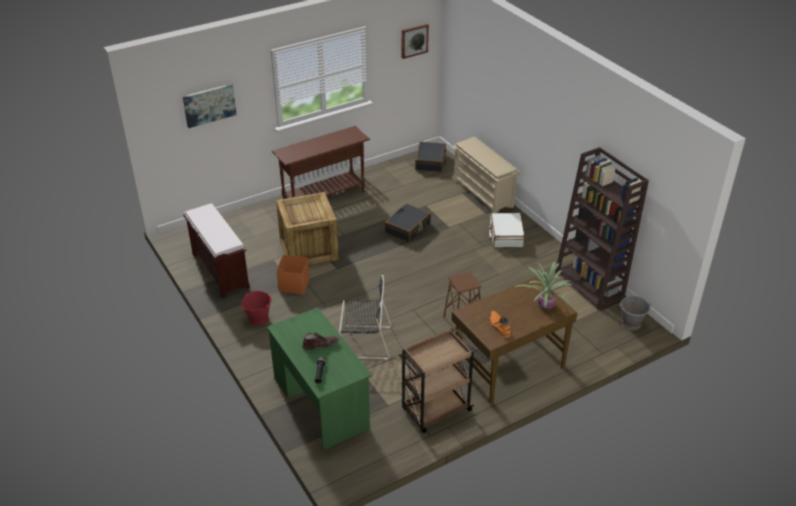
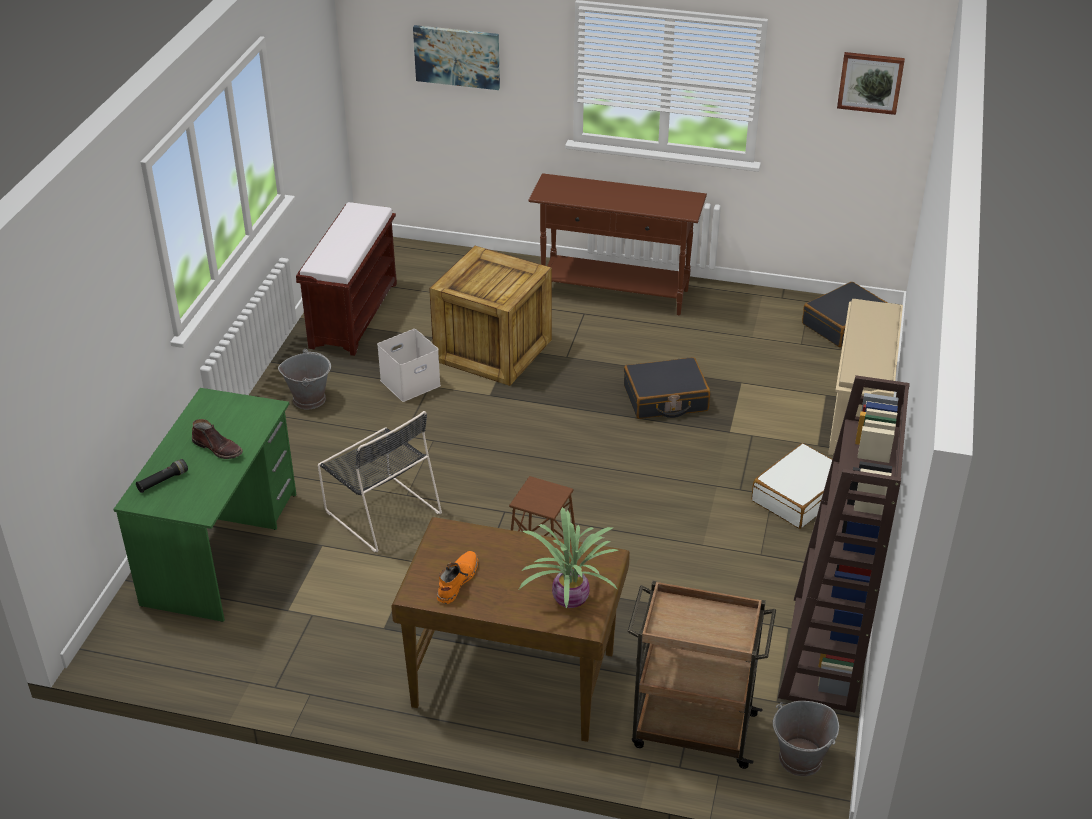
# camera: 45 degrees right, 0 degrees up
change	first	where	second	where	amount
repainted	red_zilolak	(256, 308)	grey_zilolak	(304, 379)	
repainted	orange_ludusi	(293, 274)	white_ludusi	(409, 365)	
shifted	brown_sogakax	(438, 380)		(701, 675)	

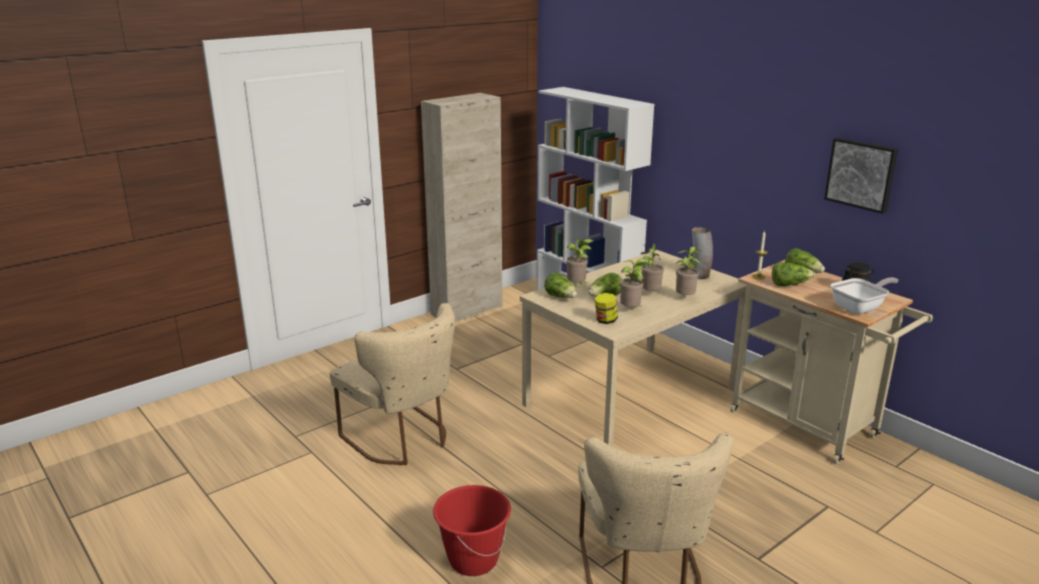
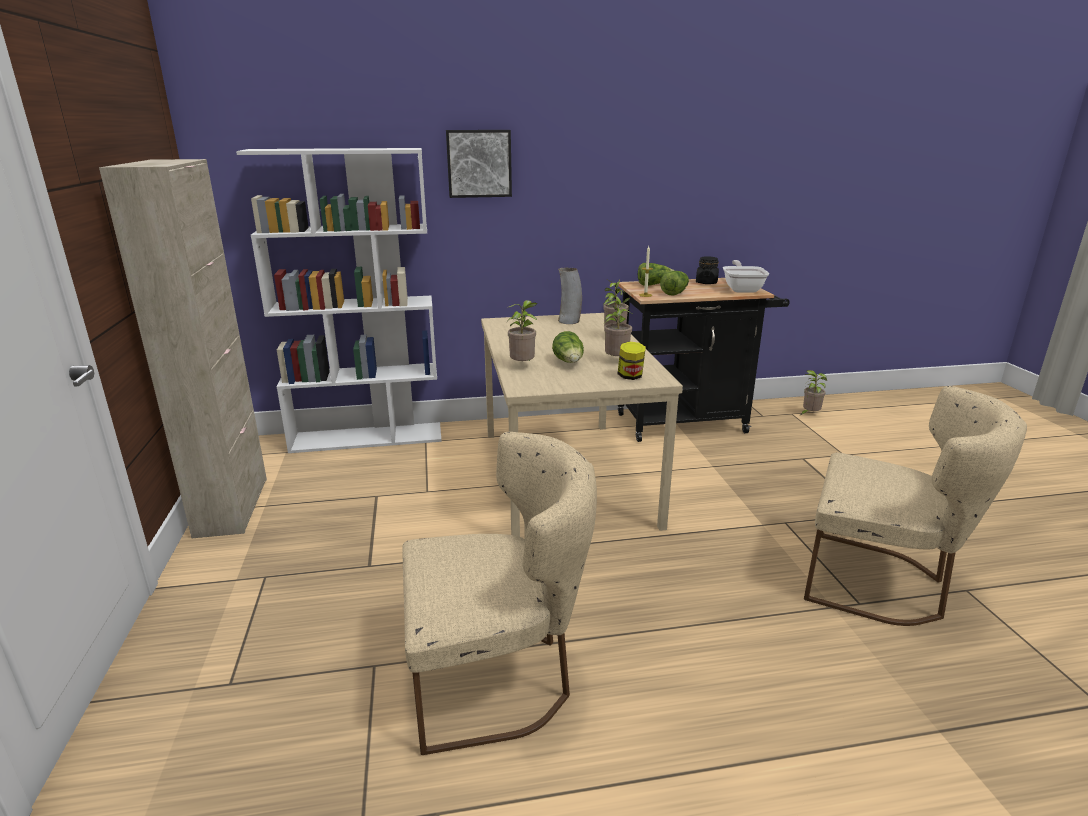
# camera: 60 degrees left, 0 degrees up
change	first	where	second	where	amount
shifted	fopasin	(861, 175)		(479, 164)	
repainted	beige_sogakax	(831, 362)	black_sogakax	(704, 360)	
shifted	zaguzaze	(652, 267)		(814, 392)	
gone	red_zilolak	(472, 530)			
gone	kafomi	(560, 285)			

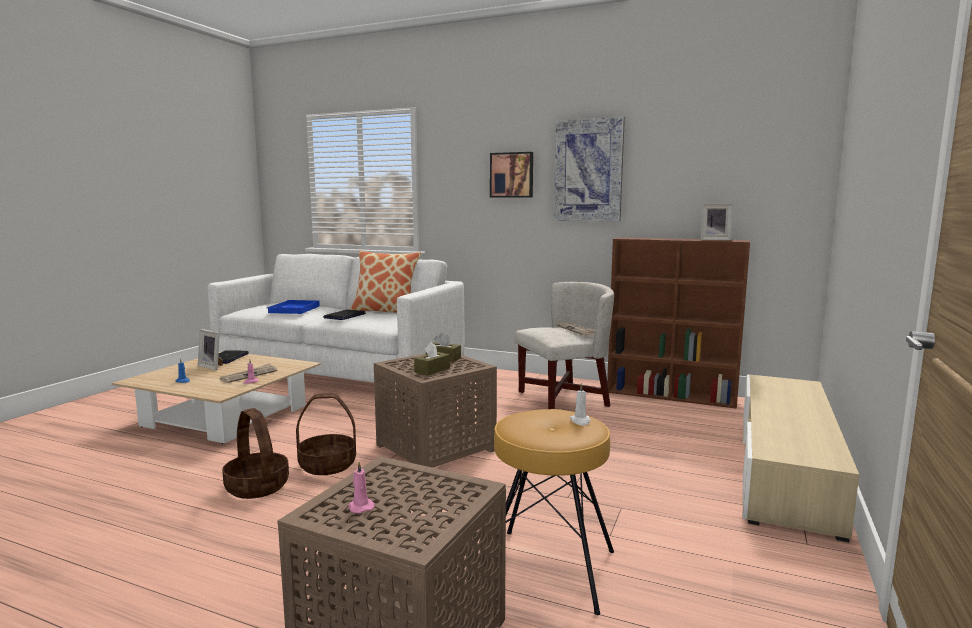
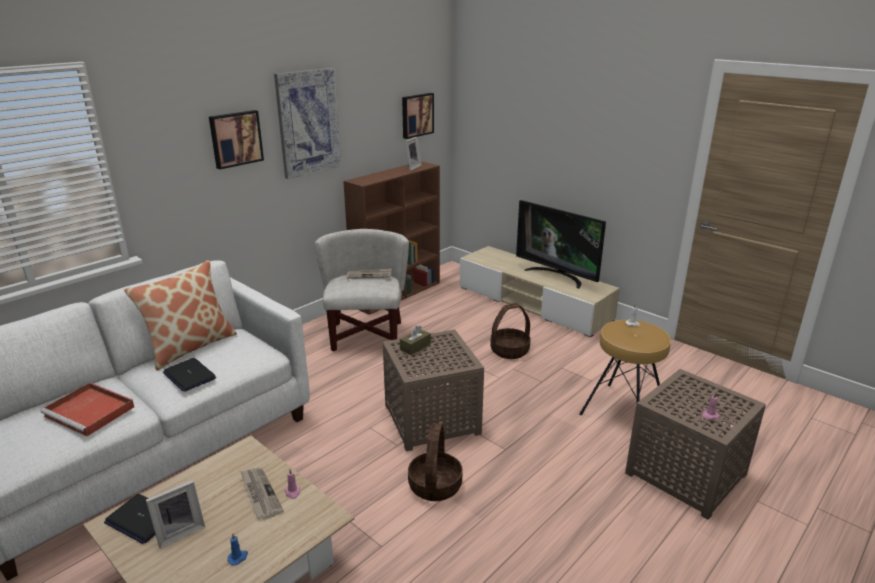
# camera: 70 degrees left, 15 degrees up
change	first	where	second	where	amount
repainted	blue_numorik	(293, 307)	red_numorik	(87, 409)	
new			fopasin	(418, 116)	
shifted	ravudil	(255, 453)		(510, 331)	
new			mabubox	(561, 244)	
gone	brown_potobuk	(432, 359)			

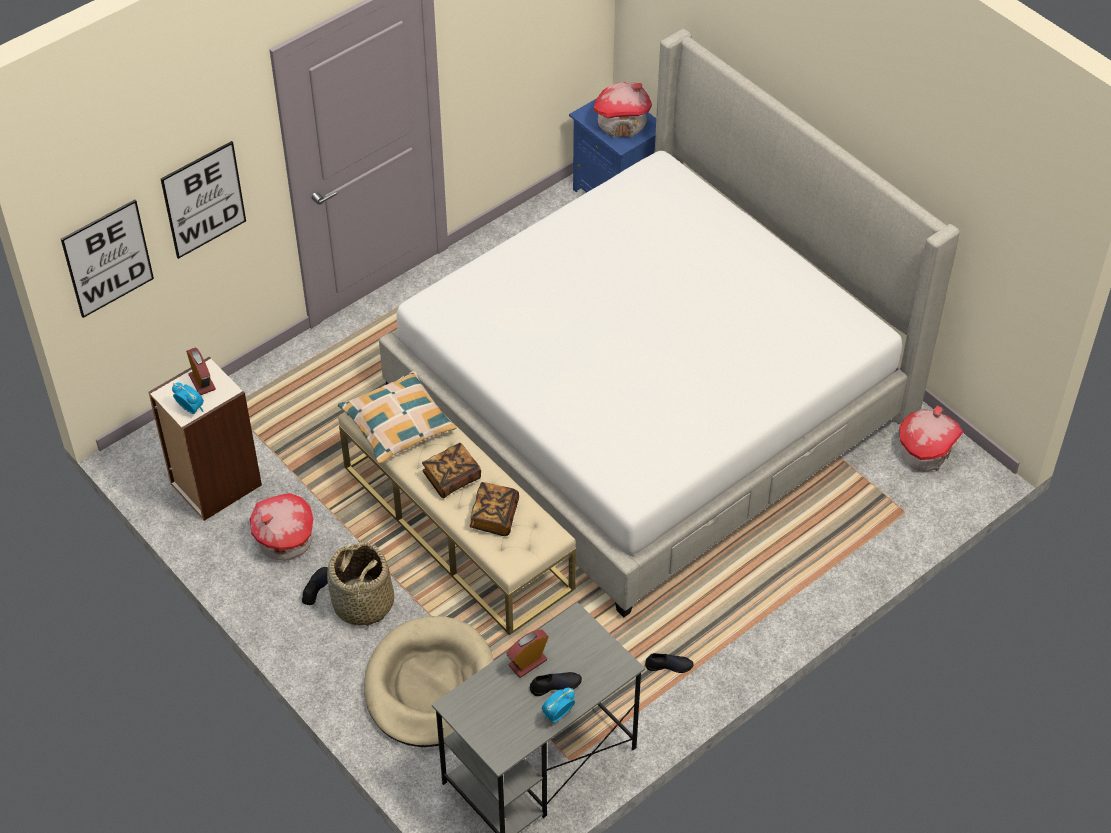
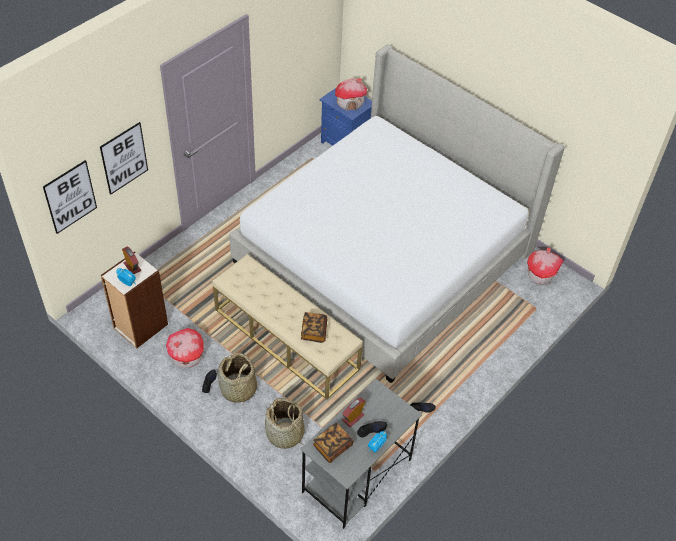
# camera: 10 degrees left, 0 degrees up
change	first	where	second	where	amount
swapped	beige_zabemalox	(429, 681)	ravudil	(285, 423)	
shifted	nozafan	(451, 470)		(333, 443)	
gone	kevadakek	(397, 417)			

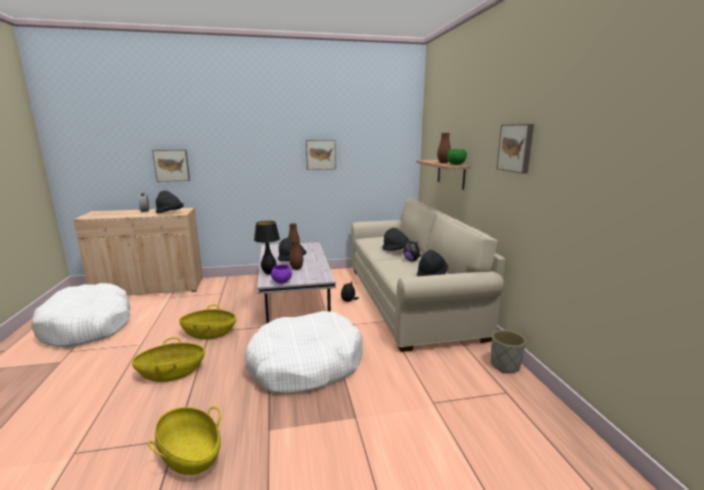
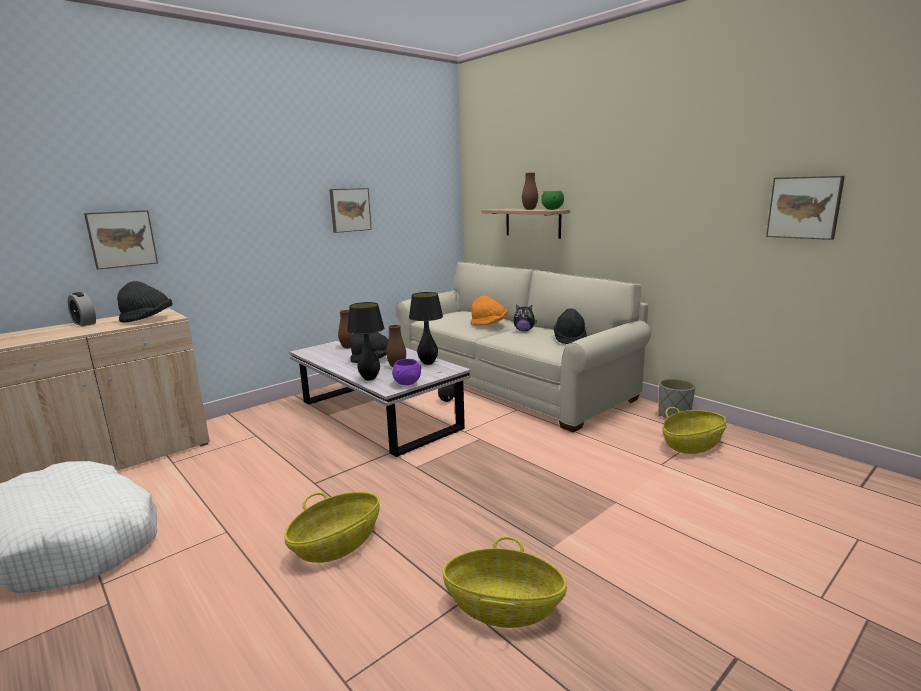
# camera: 30 degrees left, 0 degrees up
change	first	where	second	where	amount
new			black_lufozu	(426, 328)	
repainted	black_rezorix	(396, 239)	orange_rezorix	(489, 311)	
shifted	ravudil	(207, 322)		(695, 430)	
shifted	fopasin	(515, 149)		(805, 208)	
gone	white_zabemalox	(304, 352)			

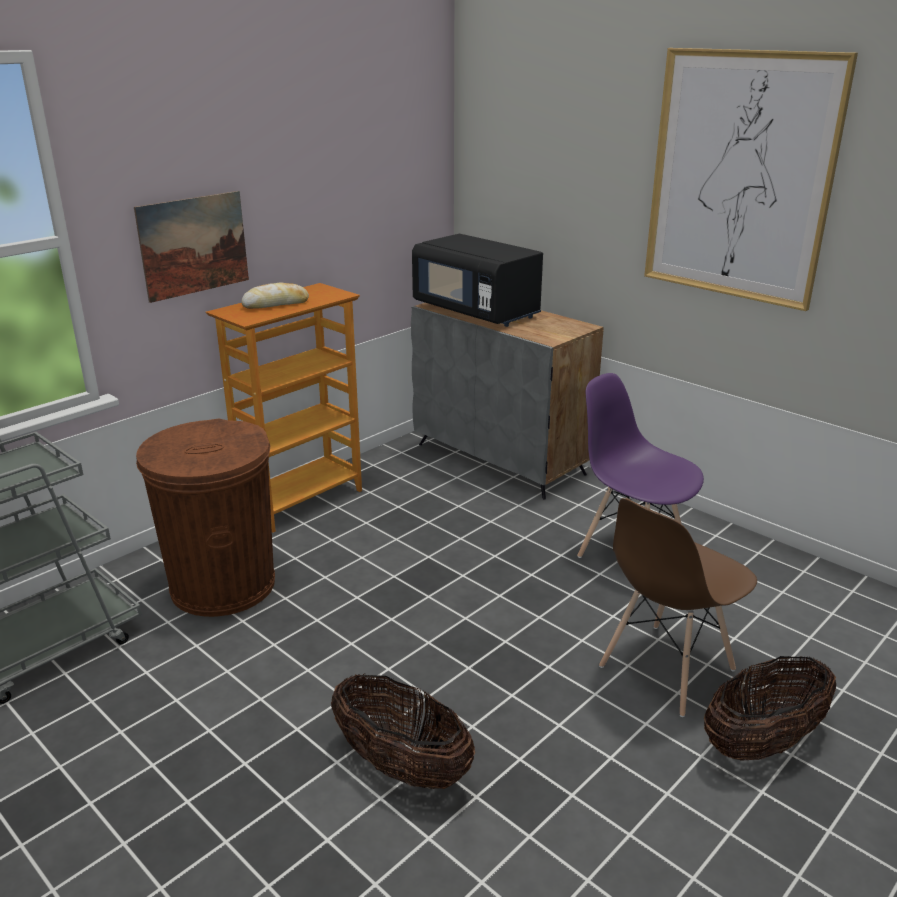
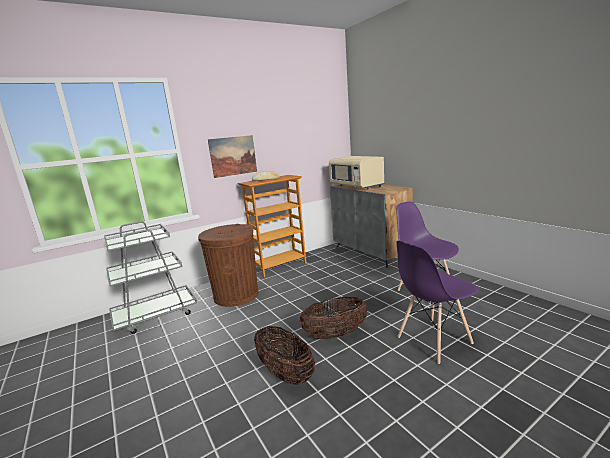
# camera: 15 degrees right, 10 degrees down
change	first	where	second	where	amount
shifted	ravudil	(770, 708)		(333, 318)	
repainted	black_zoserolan	(477, 280)	beige_zoserolan	(357, 173)	
repainted	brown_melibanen	(678, 607)	purple_melibanen	(437, 302)	
gone	fopasin	(751, 179)			

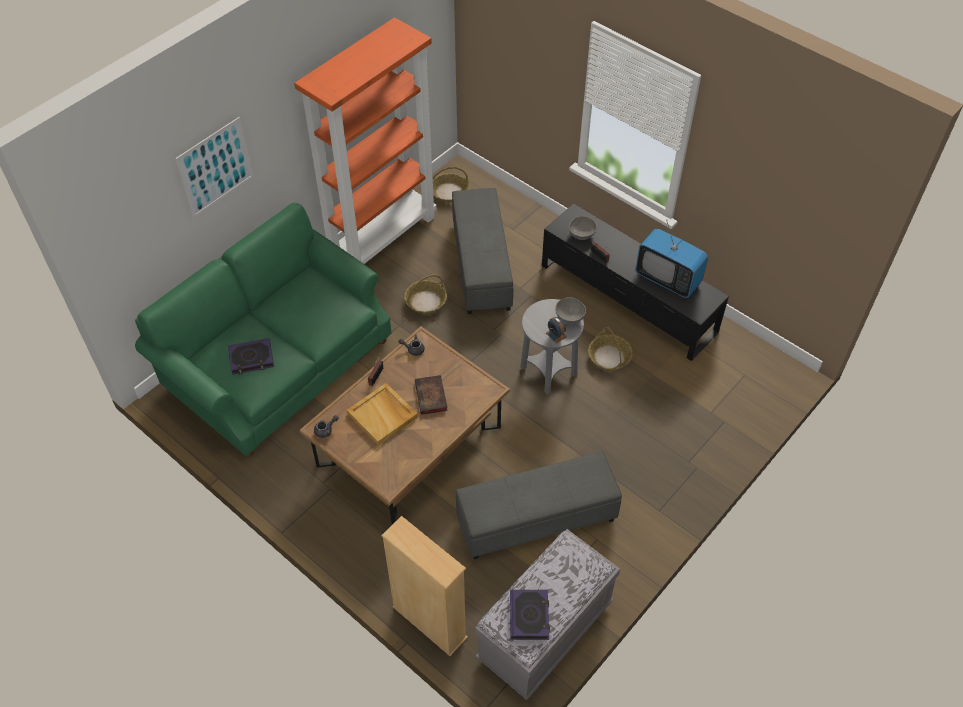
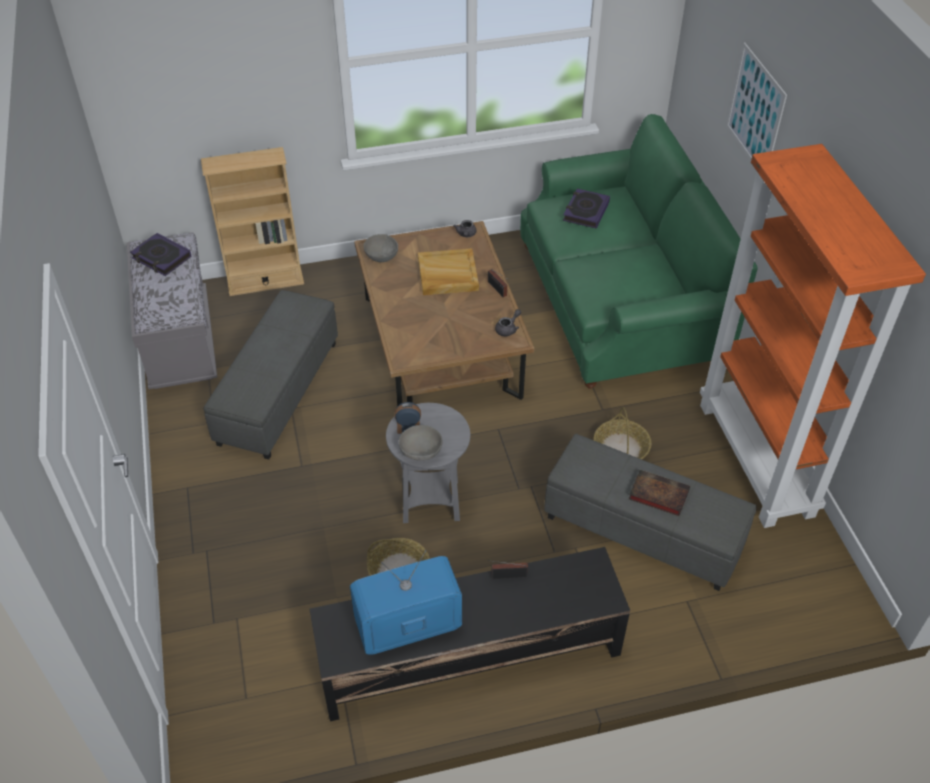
# camera: 125 degrees right, 5 degrees down
change	first	where	second	where	amount
shifted	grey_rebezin	(583, 228)		(381, 248)	
shifted	nozafan	(431, 395)		(659, 493)	
gone	ravudil	(451, 185)			

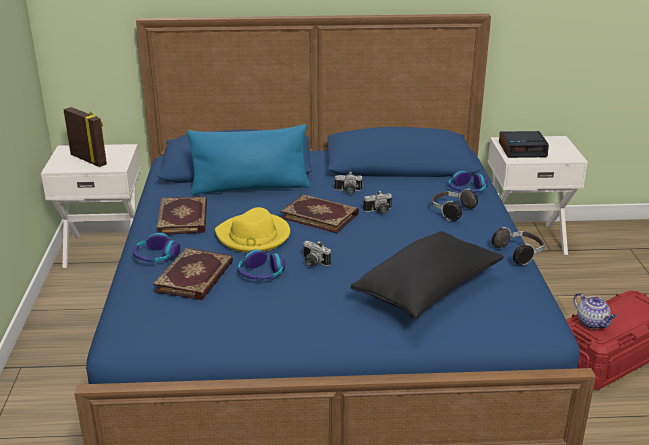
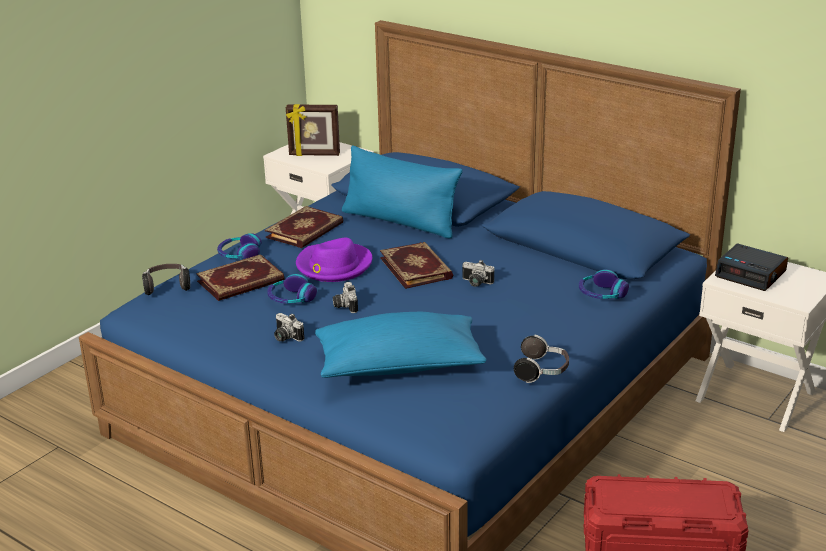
# camera: 40 degrees right, 0 degrees up
change	first	where	second	where	amount
shifted	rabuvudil	(454, 205)		(166, 279)	
shifted	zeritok	(348, 183)		(289, 327)	
rotated	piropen	(85, 137)		(313, 130)	105 degrees clockwise
repainted	yellow_rezorix	(252, 230)	purple_rezorix	(334, 260)	
repainted	black_kevadakek	(427, 275)	blue_kevadakek	(400, 345)	
gone	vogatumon	(595, 311)			

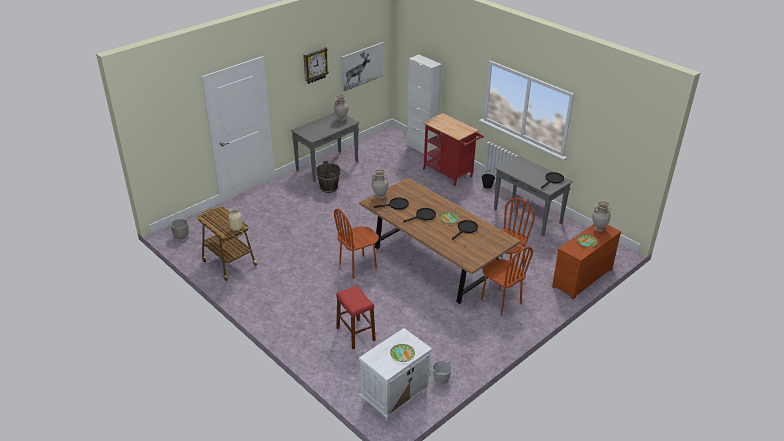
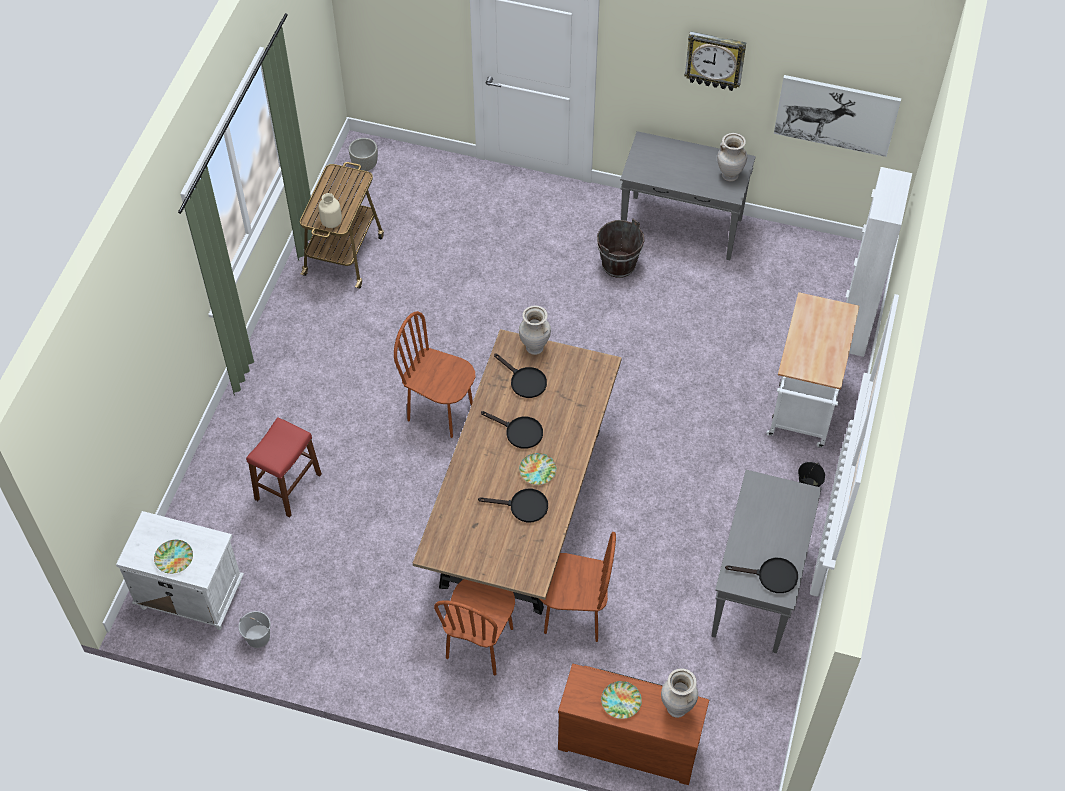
# camera: 60 degrees right, 20 degrees up
change	first	where	second	where	amount
repainted	red_sogakax	(453, 149)	white_sogakax	(812, 370)	

